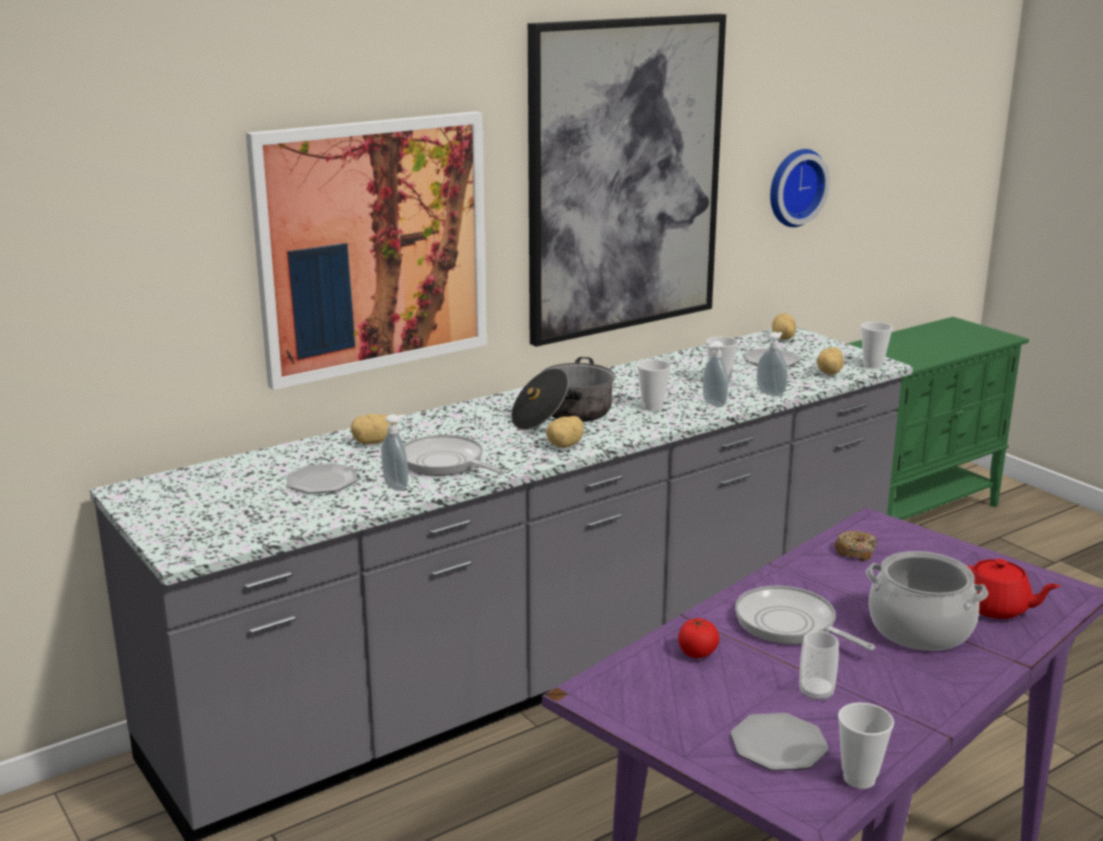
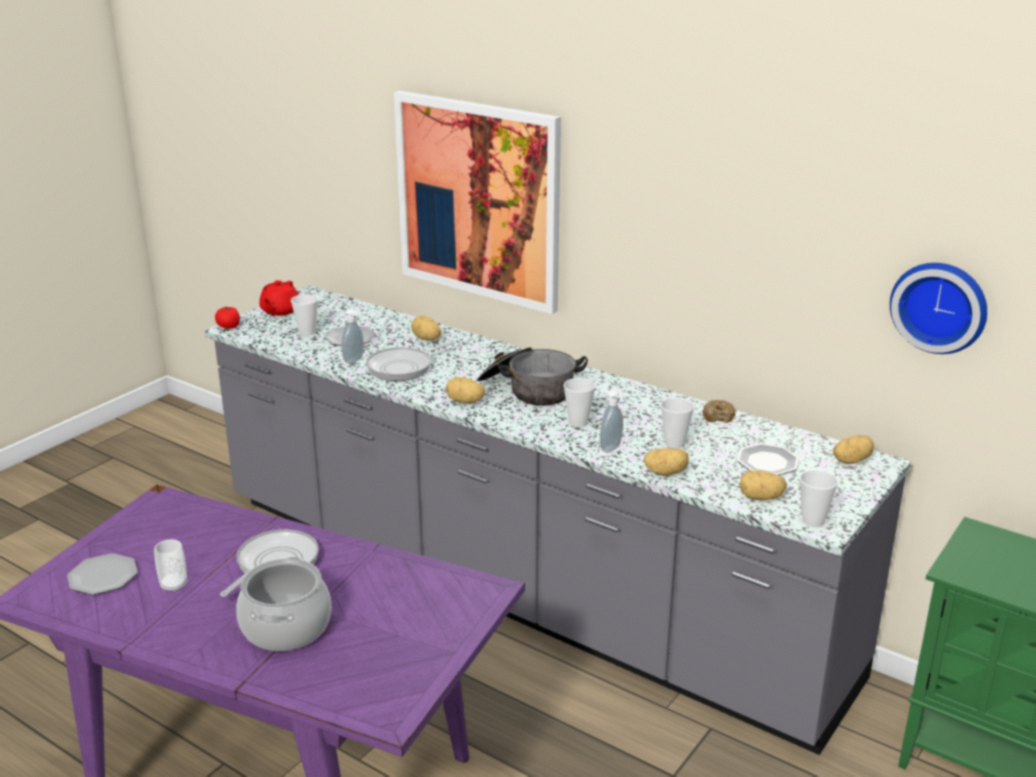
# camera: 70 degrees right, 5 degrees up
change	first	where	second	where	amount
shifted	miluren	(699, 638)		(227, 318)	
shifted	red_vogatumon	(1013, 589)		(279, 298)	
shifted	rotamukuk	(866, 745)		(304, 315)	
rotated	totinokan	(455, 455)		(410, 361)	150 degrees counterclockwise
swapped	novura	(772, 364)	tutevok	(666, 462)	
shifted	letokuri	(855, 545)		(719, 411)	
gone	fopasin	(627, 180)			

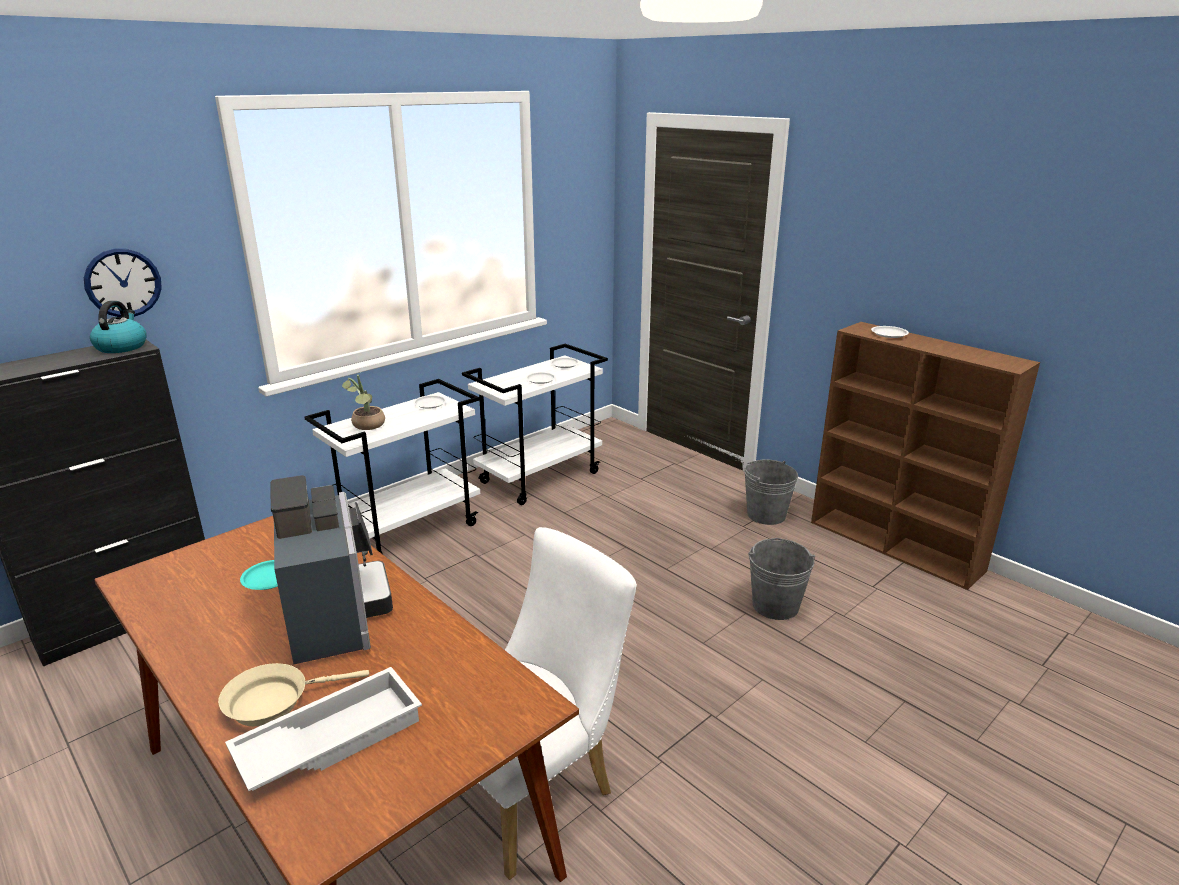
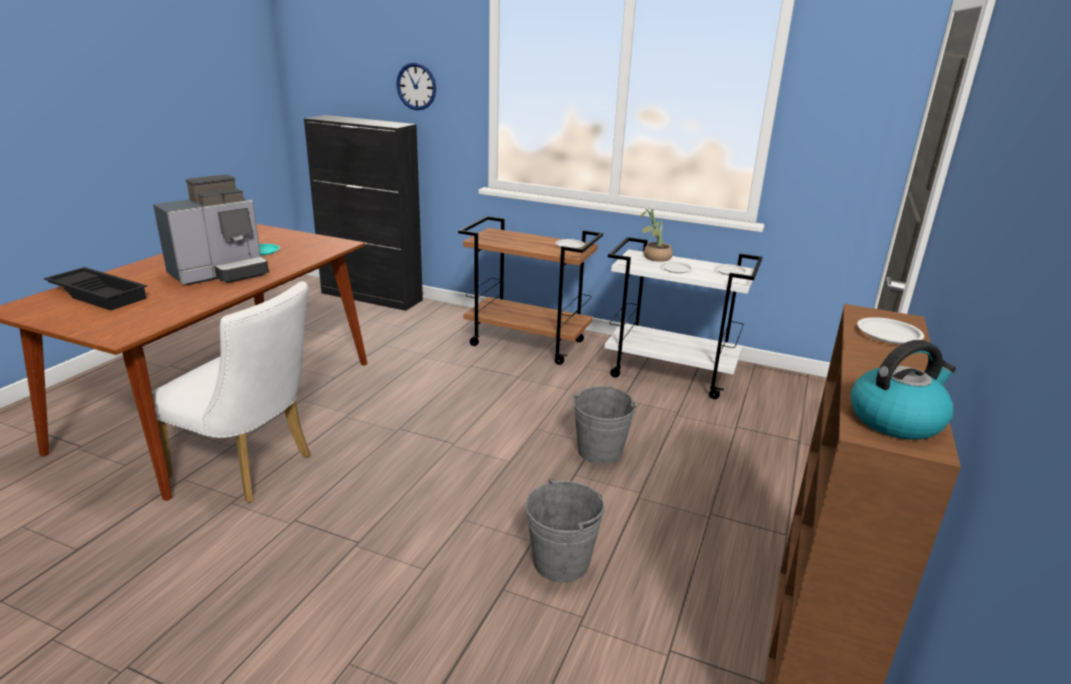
# camera: 65 degrees right, 0 degrees up
change	first	where	second	where	amount
repainted	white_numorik	(323, 729)	black_numorik	(95, 289)	
repainted	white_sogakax	(392, 466)	brown_sogakax	(530, 290)	
shifted	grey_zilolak	(771, 492)		(604, 425)	
shifted	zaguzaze	(363, 402)		(656, 235)	
shifted	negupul	(118, 327)		(903, 390)	
gone	beige_totinokan	(293, 694)			

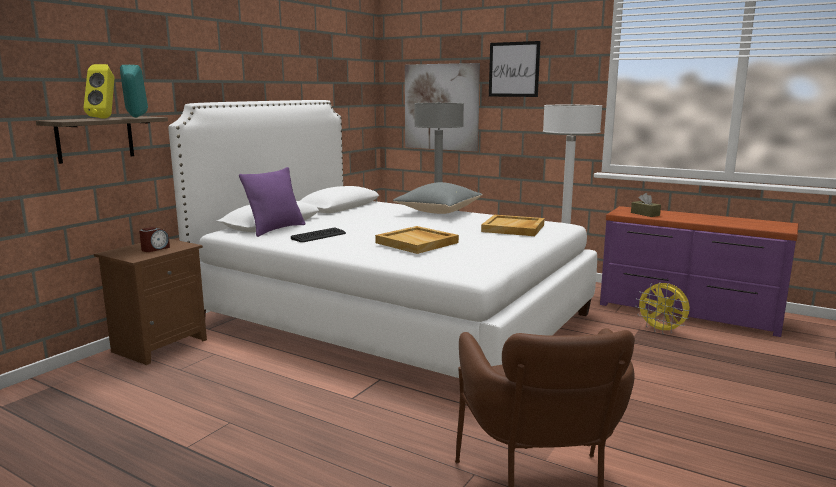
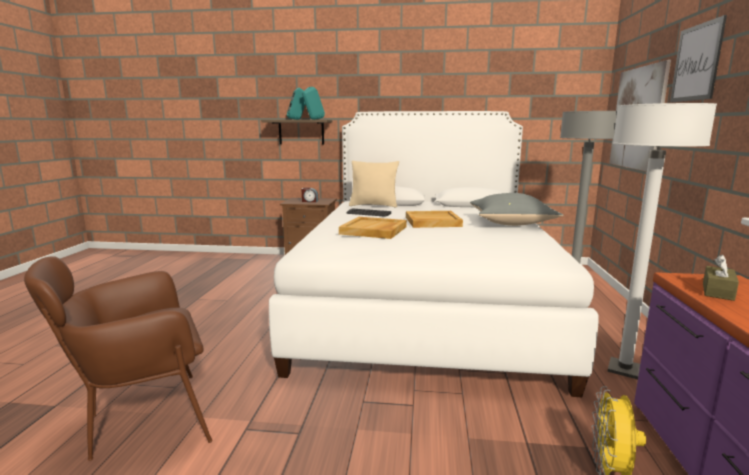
# camera: 65 degrees right, 0 degrees up
change	first	where	second	where	amount
repainted	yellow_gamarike	(99, 91)	turquoise_gamarike	(296, 104)	
repainted	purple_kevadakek	(272, 202)	beige_kevadakek	(374, 184)	
shifted	beige_numorik	(513, 225)		(434, 219)	

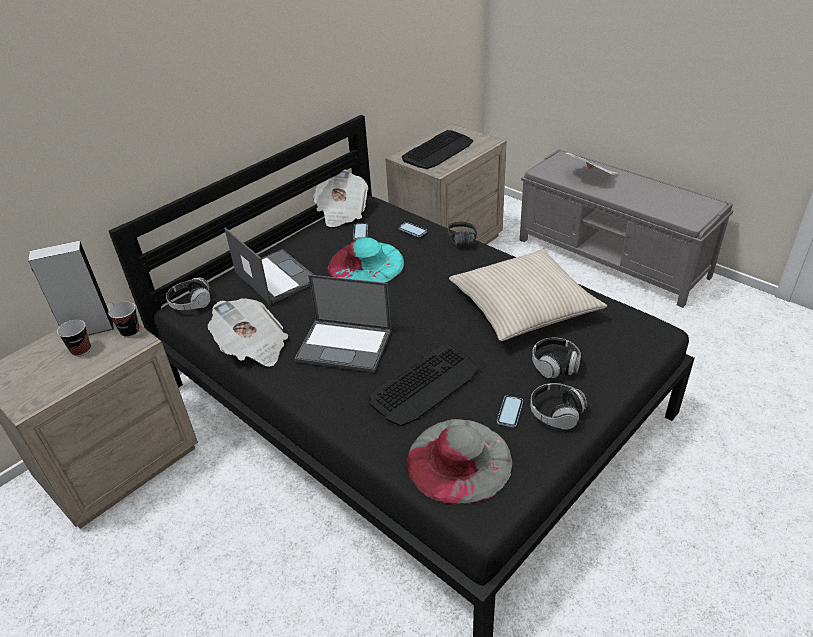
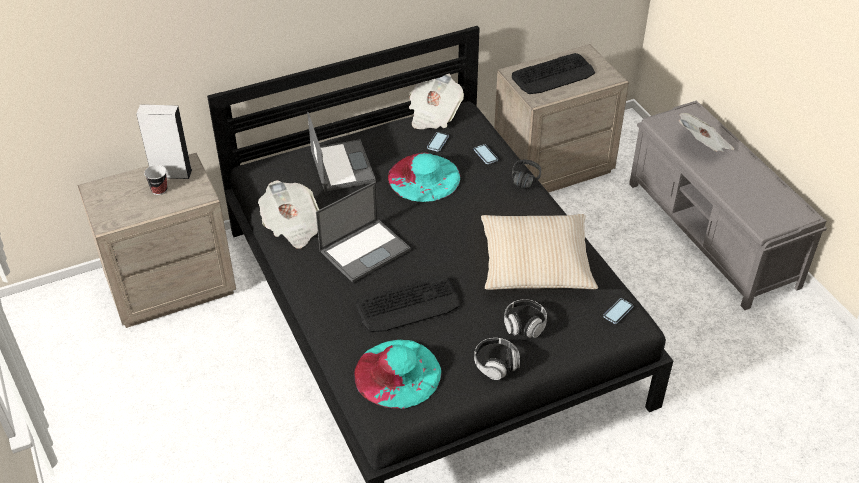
# camera: 20 degrees right, 5 degrees up
change	first	where	second	where	amount
rotated	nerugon	(343, 324)		(363, 232)	75 degrees counterclockwise
repainted	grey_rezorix	(459, 462)	turquoise_rezorix	(397, 374)	
shifted	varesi	(510, 411)		(618, 311)	
gone	rotamukuk	(124, 320)			
gone	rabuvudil	(188, 293)			

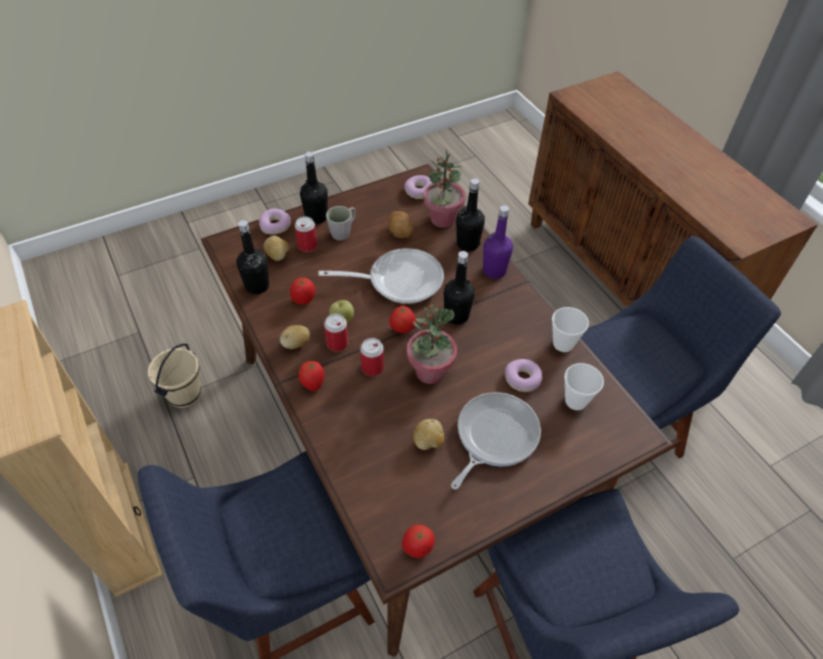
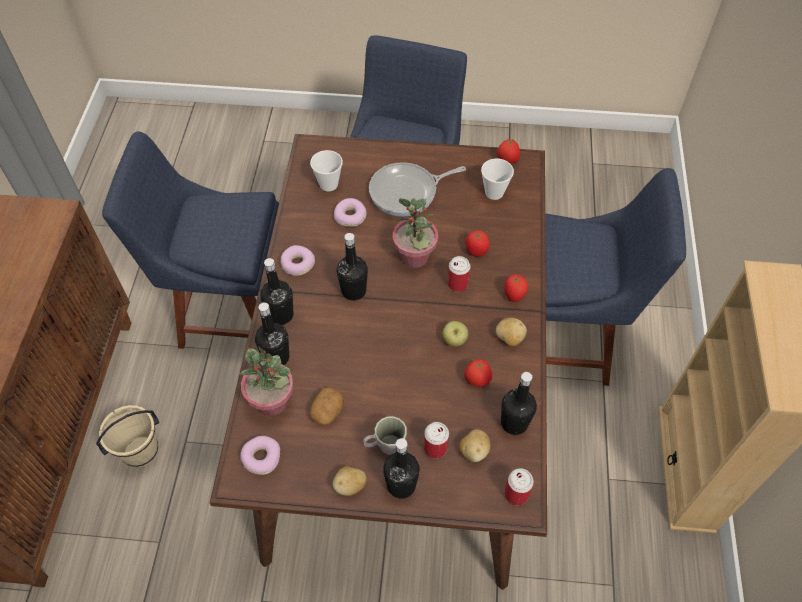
# camera: 145 degrees left, 5 degrees up
change	first	where	second	where	amount
shifted	beige_zilolak	(174, 376)		(127, 436)	
repainted	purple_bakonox	(498, 242)	black_bakonox	(276, 291)	
shifted	letokuri	(275, 221)		(298, 260)	
shifted	tutevok	(428, 434)		(349, 481)	
shifted	miluren	(402, 319)		(477, 243)	
shifted	rotamukuk	(570, 329)		(497, 179)	
shifted	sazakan	(336, 333)		(519, 486)	
gone	totinokan	(381, 276)			

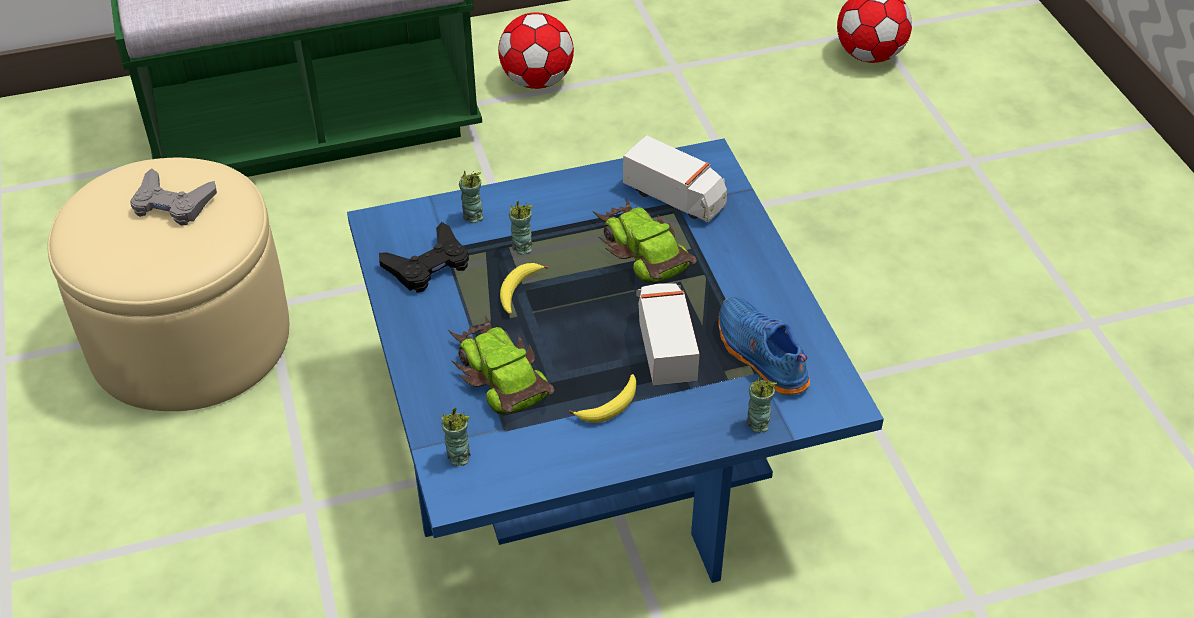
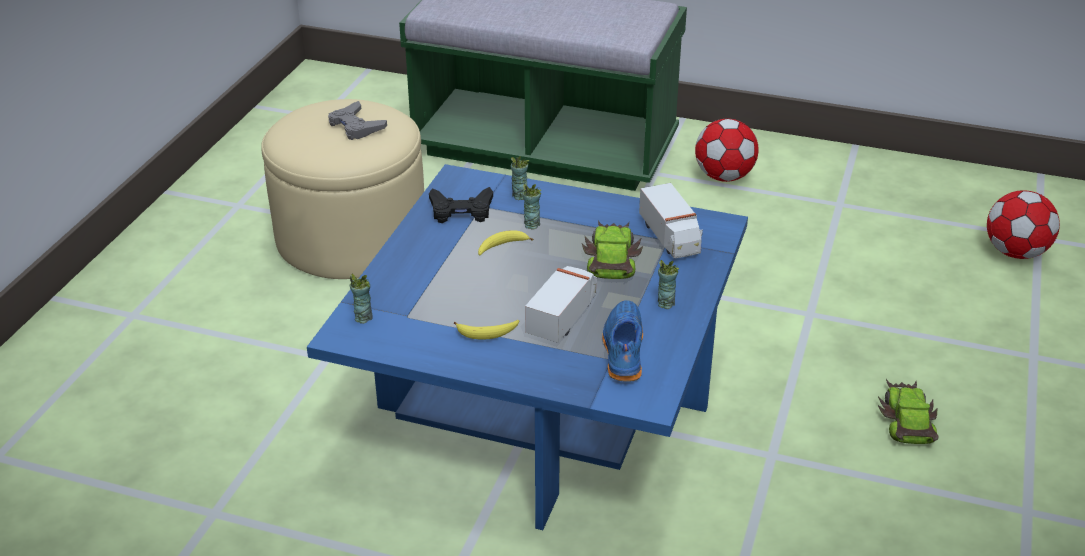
# camera: 35 degrees right, 10 degrees down
change	first	where	second	where	amount
shifted	rotamukuk	(762, 404)		(668, 284)	
shifted	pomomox	(501, 365)		(908, 411)	

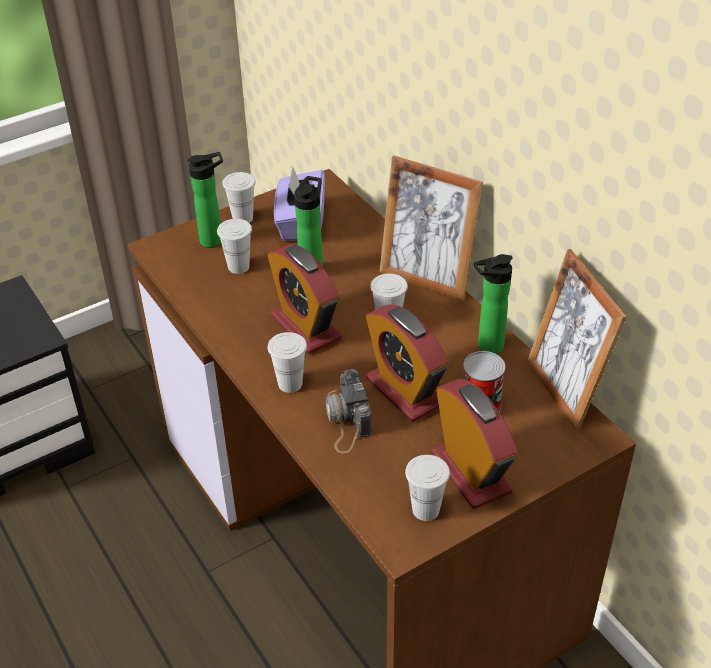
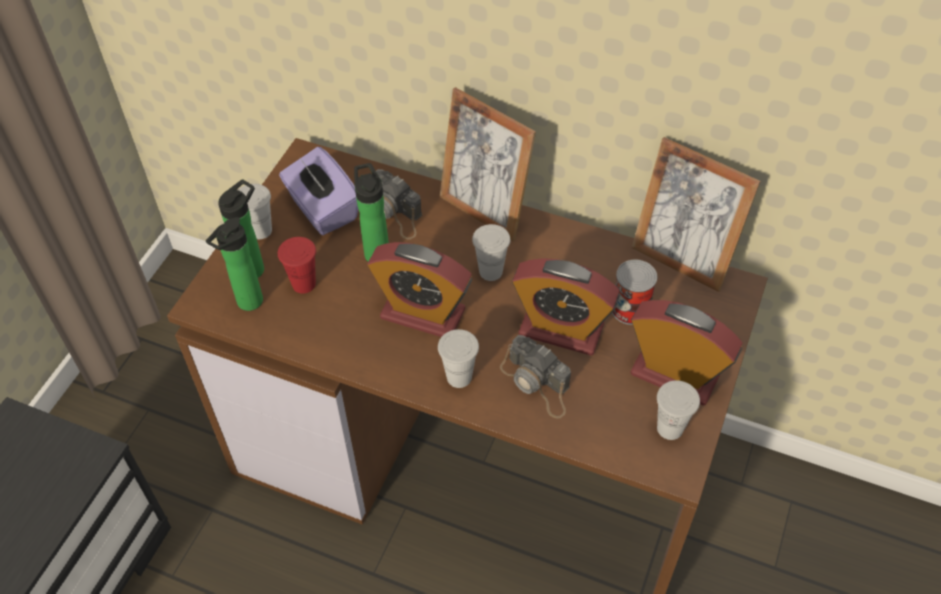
# camera: 35 degrees left, 10 degrees up
change	first	where	second	where	amount
shifted	bakonox	(493, 304)		(234, 264)	
repainted	white_rotamukuk	(234, 246)	red_rotamukuk	(297, 265)	
new			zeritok	(399, 204)	
rotated	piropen	(431, 228)		(487, 164)	45 degrees clockwise

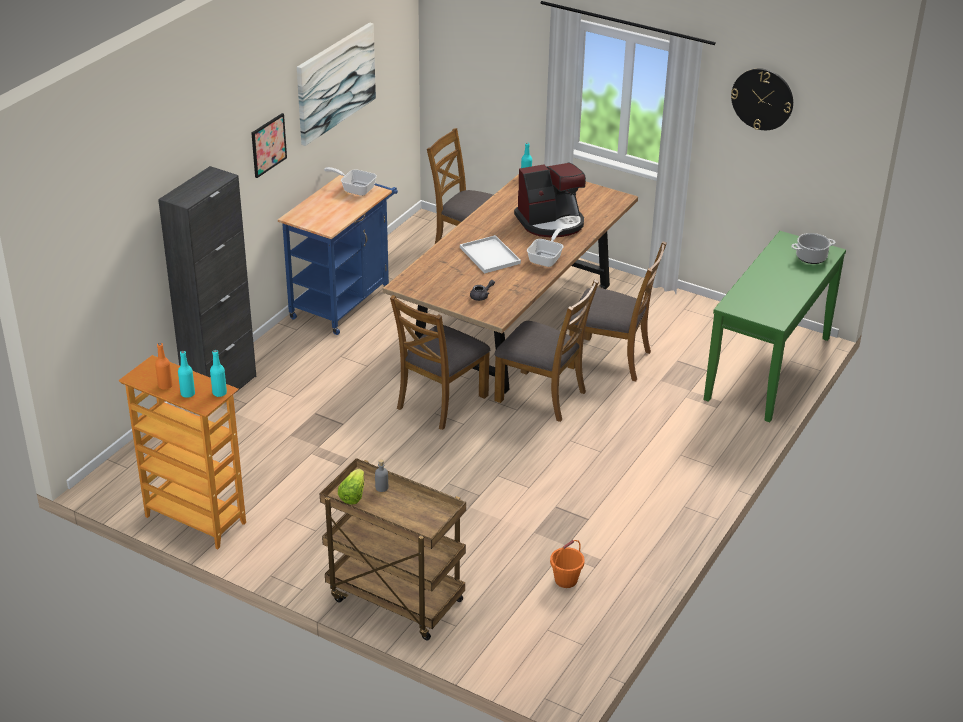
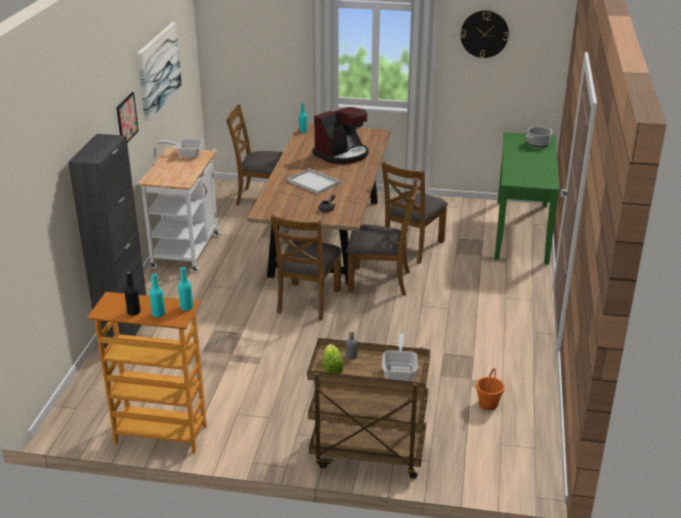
# camera: 20 degrees left, 5 degrees down
change	first	where	second	where	amount
repainted	orange_bakonox	(163, 366)	black_bakonox	(132, 293)	
repainted	blue_sogakax	(338, 255)	white_sogakax	(179, 209)	
rotated	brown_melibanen	(617, 311)		(414, 212)	120 degrees clockwise
shifted	totinokan	(545, 247)		(400, 357)	

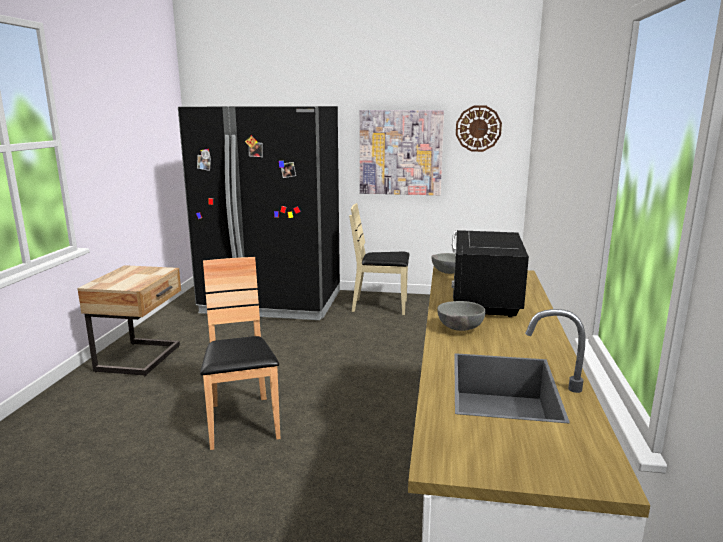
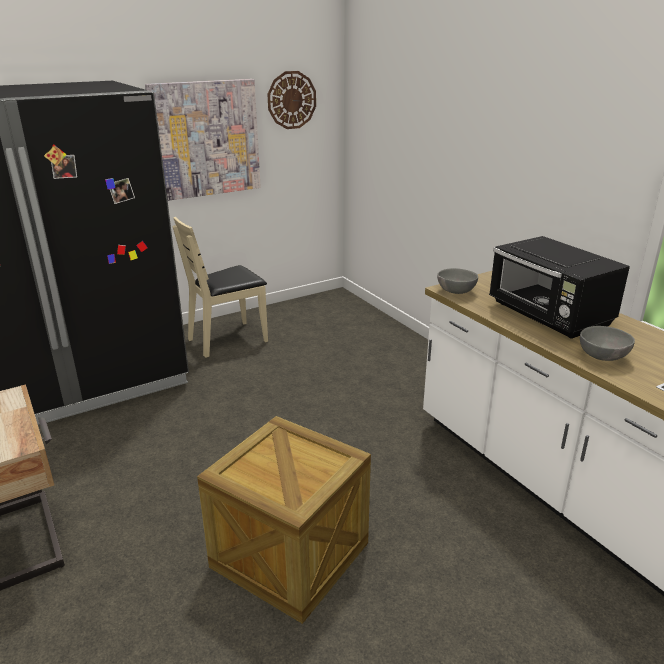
# camera: 40 degrees left, 10 degrees up
change	first	where	second	where	amount
swapped	brown_melibanen	(240, 353)	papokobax	(284, 520)	

